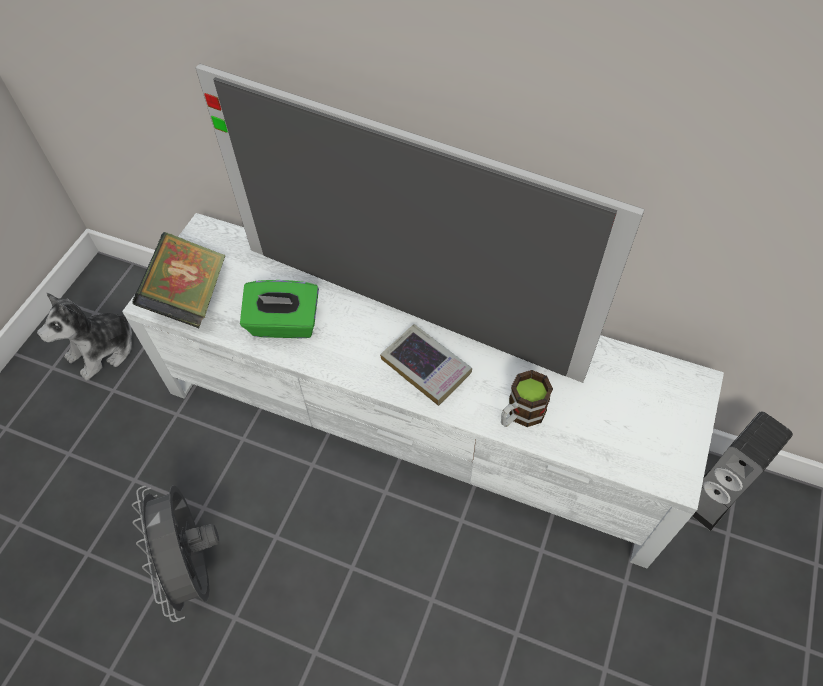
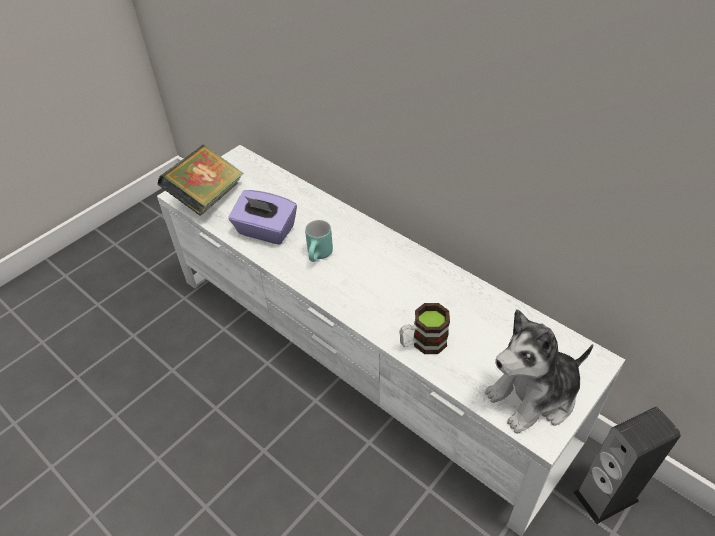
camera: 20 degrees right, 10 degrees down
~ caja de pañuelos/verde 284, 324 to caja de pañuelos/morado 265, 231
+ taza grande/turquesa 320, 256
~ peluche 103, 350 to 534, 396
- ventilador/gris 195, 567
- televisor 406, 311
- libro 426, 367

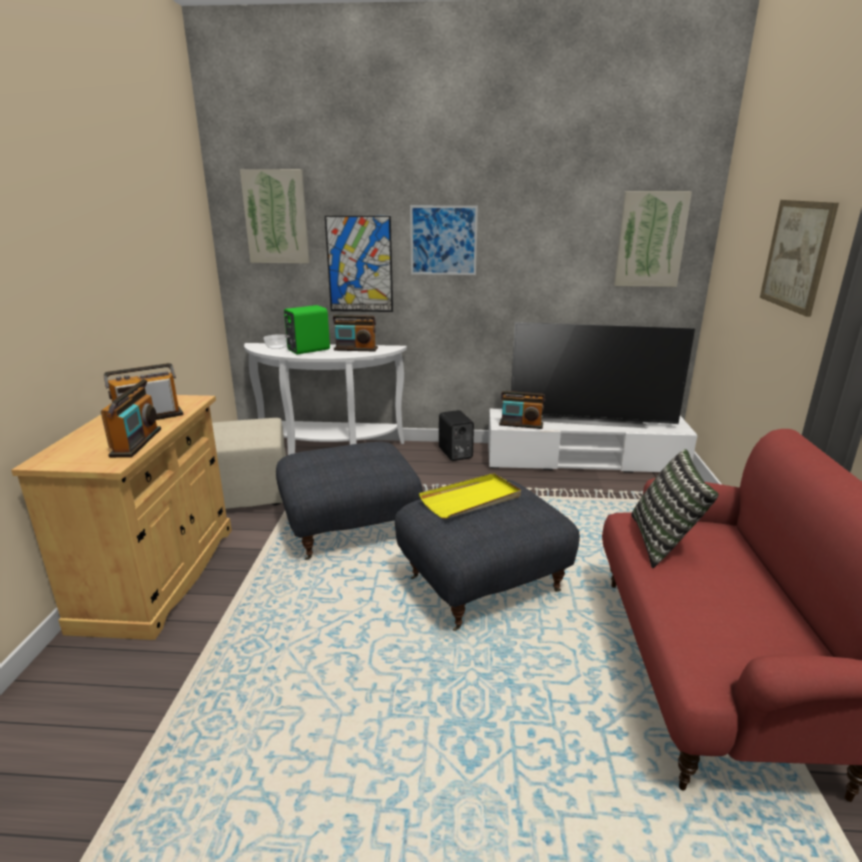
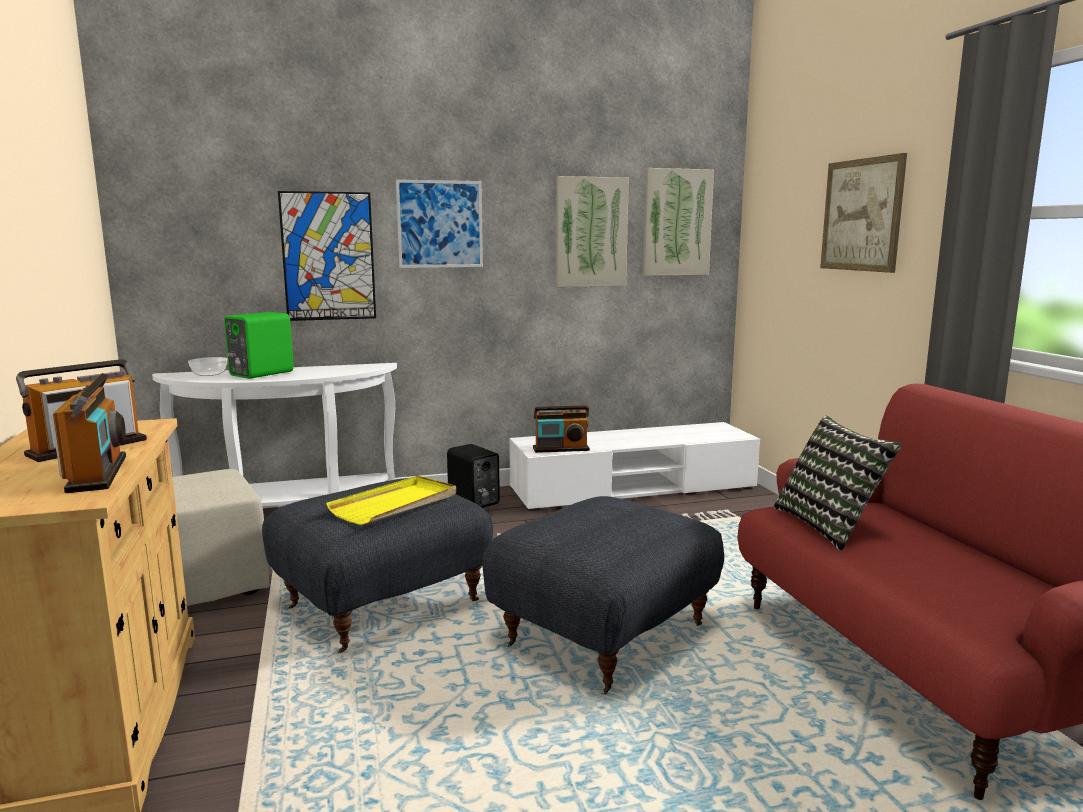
camera: 20 degrees left, 10 degrees down
~ bandeja/amarillo 471, 499 to 395, 504
~ cuadro 276, 217 to 590, 232
- radio 355, 349
- televisor 591, 419

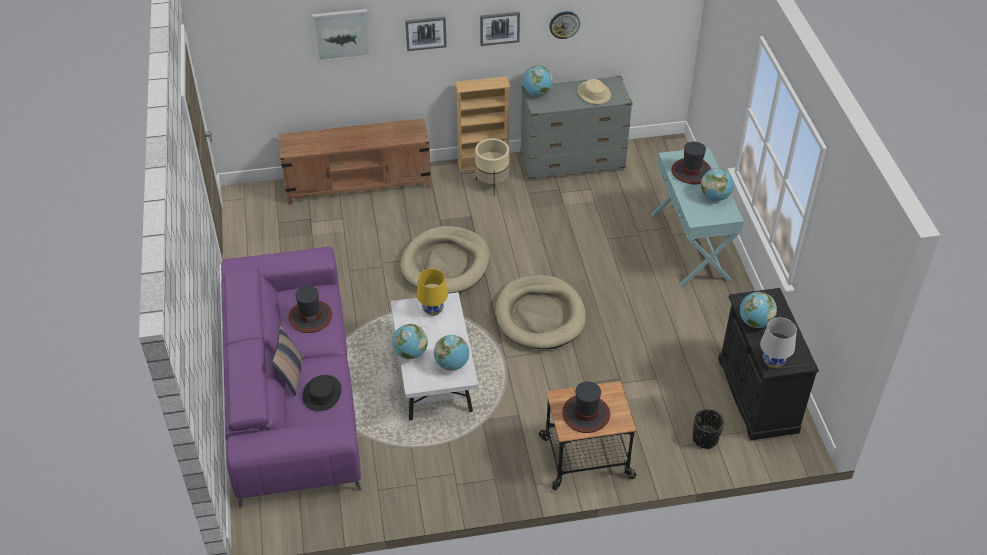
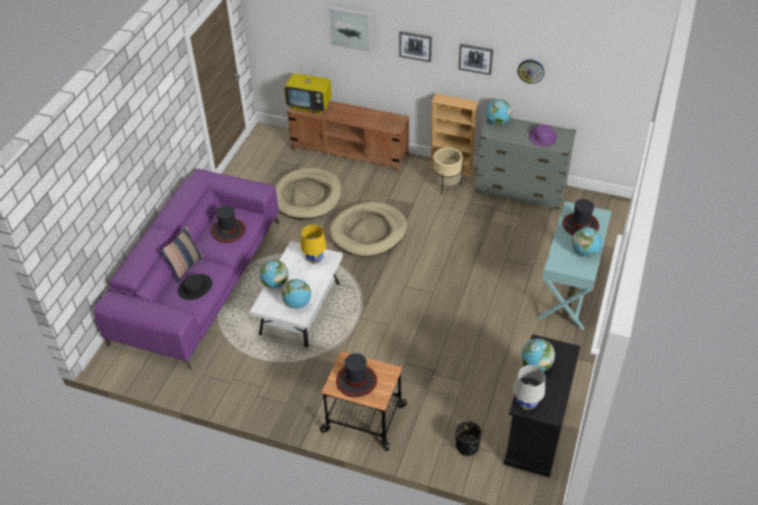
camera: 30 degrees right, 0 degrees up
~ cama para perro/beis 540, 315 to 307, 196
+ televisor 310, 106
~ sombrero/beis 594, 93 to sombrero/morado 542, 137

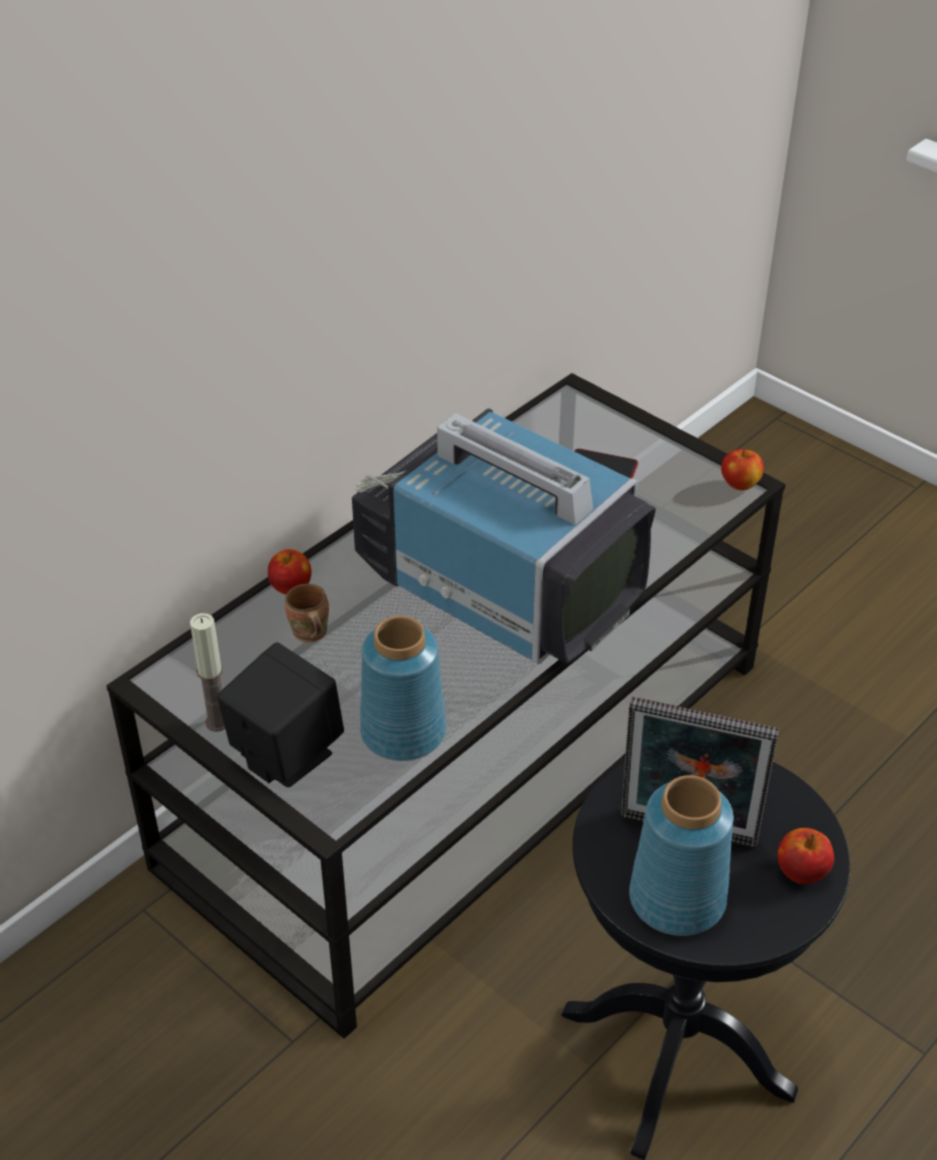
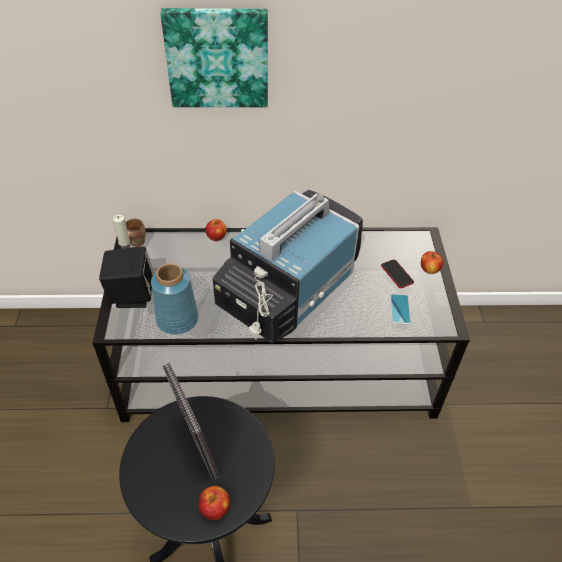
camera: 45 degrees right, 5 degrees up
~ taza grande/marrón 308, 634 to 135, 242
+ cuadro 217, 57
~ televisor 497, 585 = 287, 290 135 degrees counterclockwise
+ móvil 400, 309
~ manzana 740, 484 to 429, 270
- florero/azul 679, 898

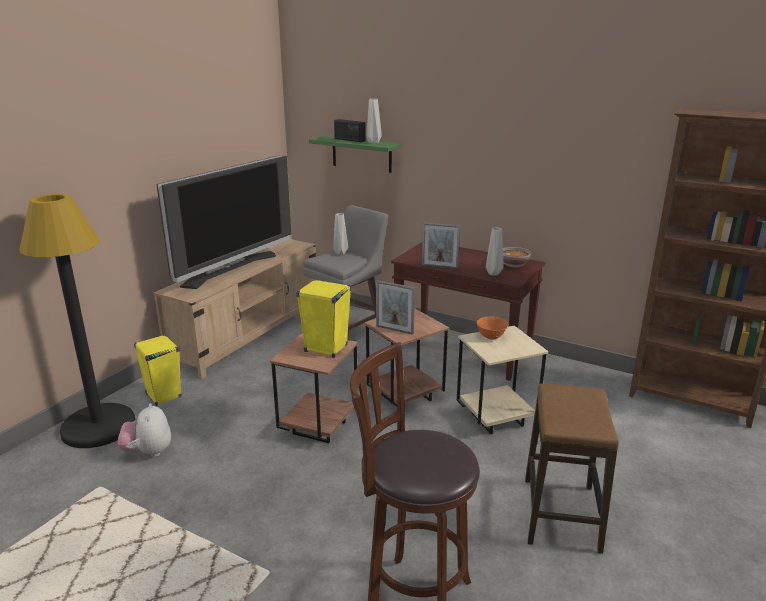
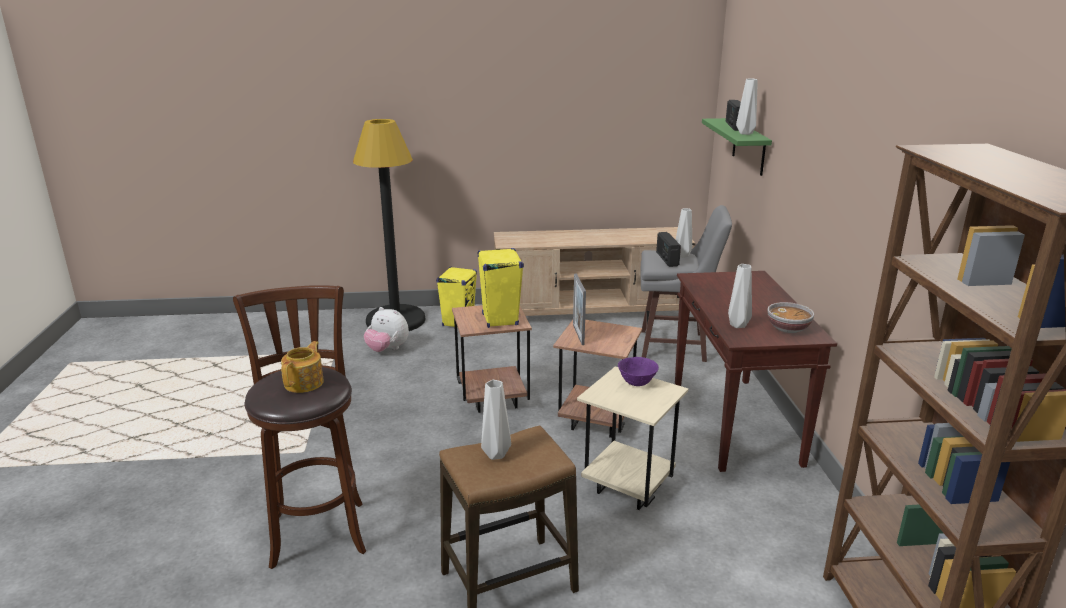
camera: 55 degrees right, 0 degrees up
+ tetera 305, 383
~ peluche 148, 452 = 387, 349 105 degrees counterclockwise
+ florero/gris 494, 455
~ cuenco/naranja 491, 337 to cuenco/morado 637, 383
+ radio 667, 259
- televisor 231, 269
- portarretratos 439, 266

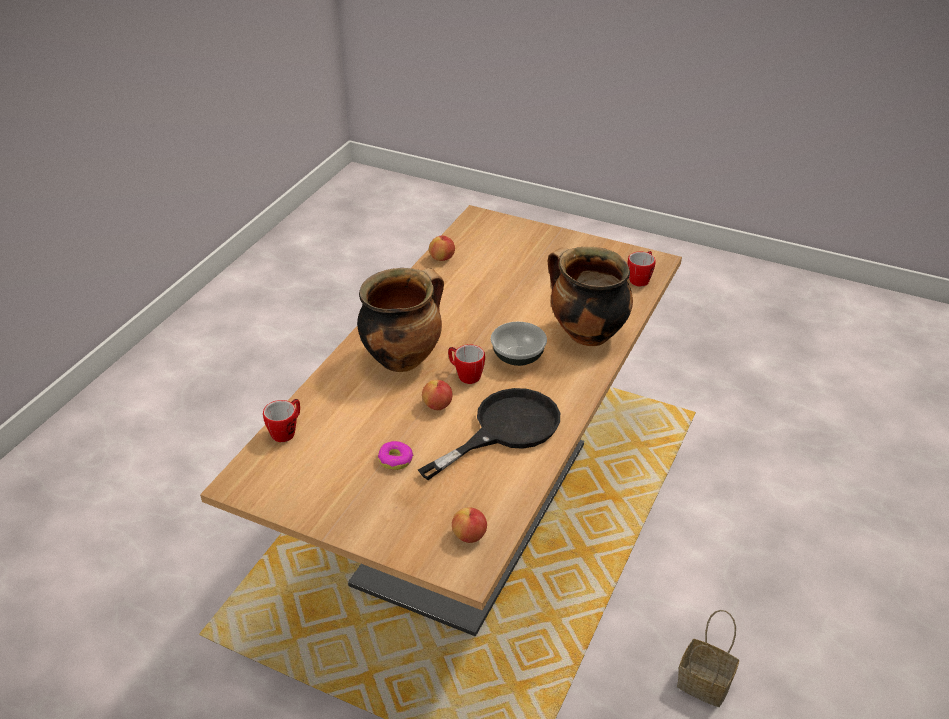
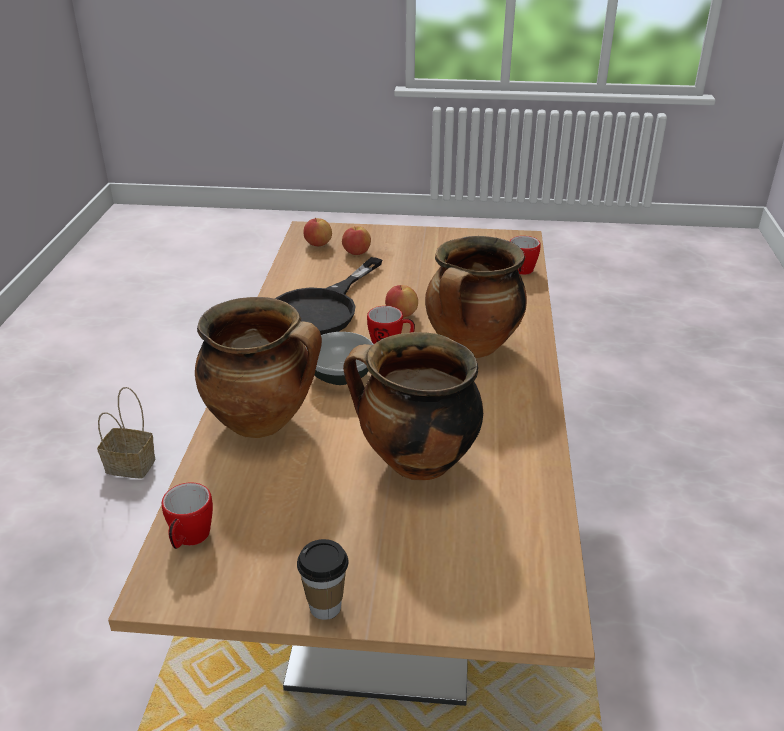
camera: 160 degrees right, 5 degrees down
+ taza 325, 607
~ manzana 442, 258 to 356, 253
+ olla 415, 463
- rosquilla 395, 460

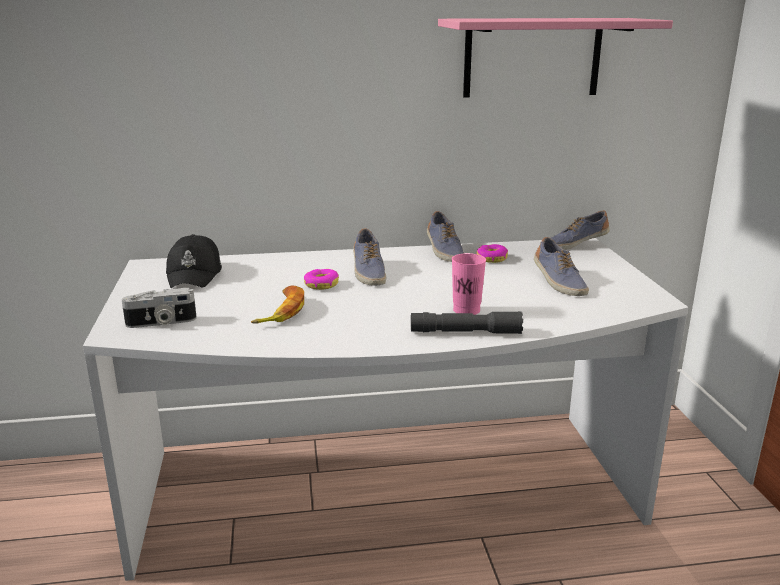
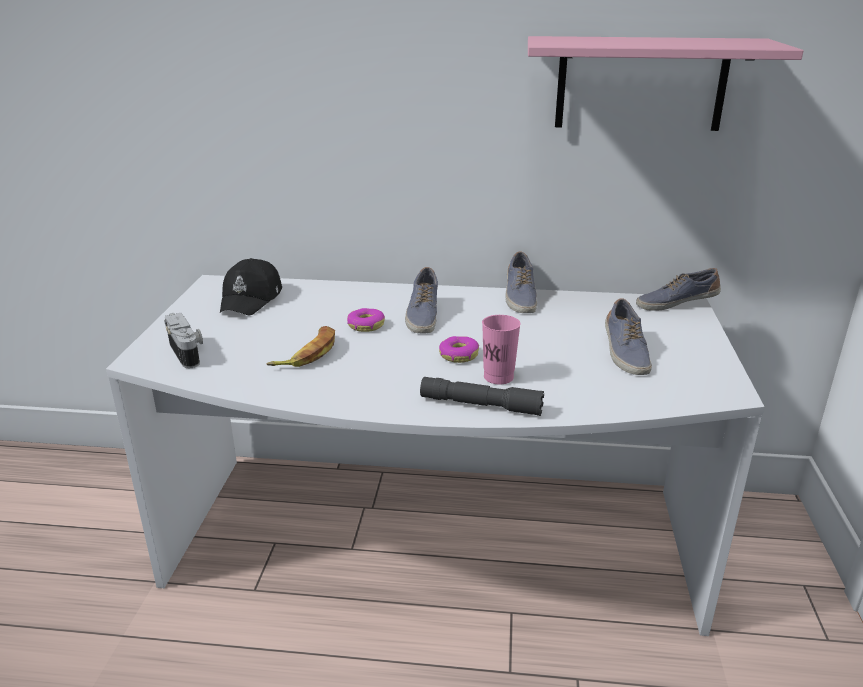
camera: 15 degrees right, 5 degrees up
~ cámara 161, 323 = 188, 352 120 degrees counterclockwise
~ rosquilla 491, 258 to 458, 355

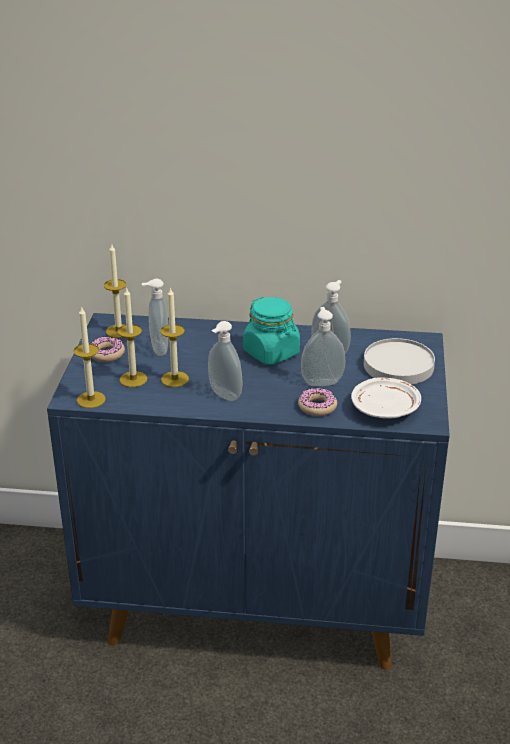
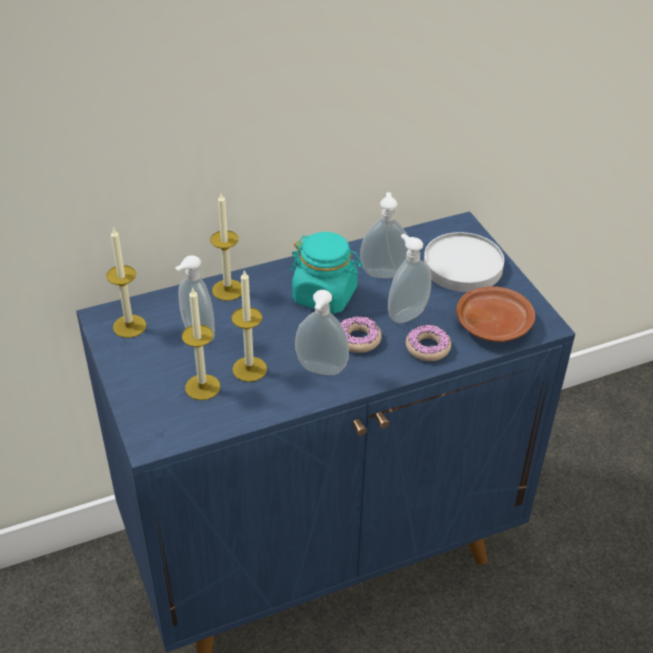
camera: 30 degrees left, 10 degrees up
~ vela 91, 400 to 228, 290
~ rosquilla 107, 354 to 358, 339
~ plato/blanco 385, 408 to plato/marrón 493, 324

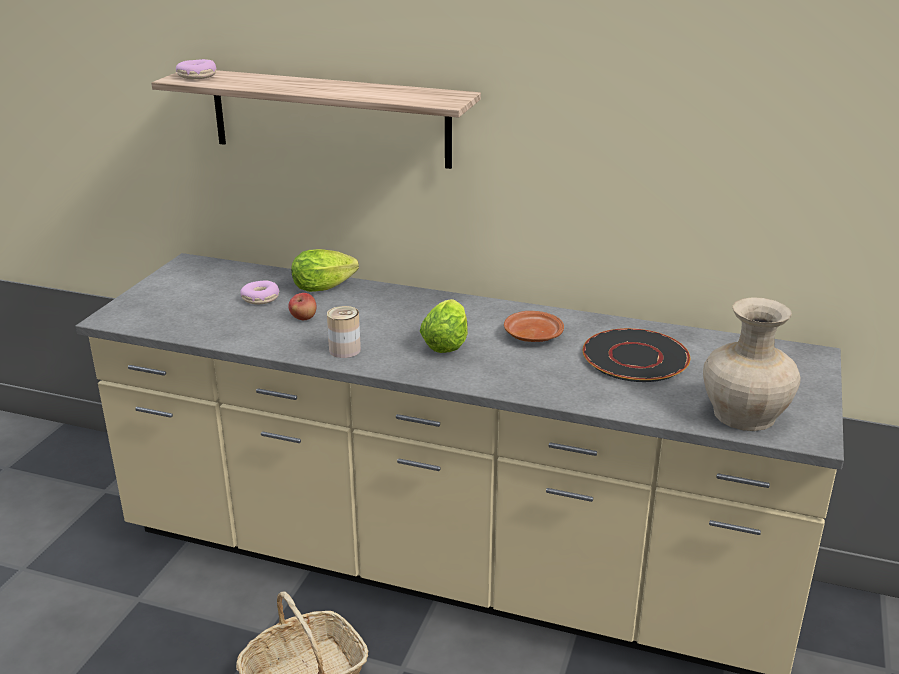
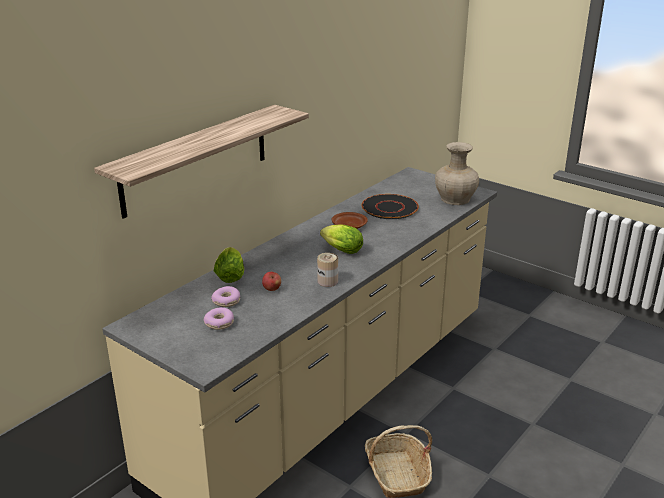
camera: 70 degrees left, 0 degrees up
~ rosquilla 197, 76 to 219, 323

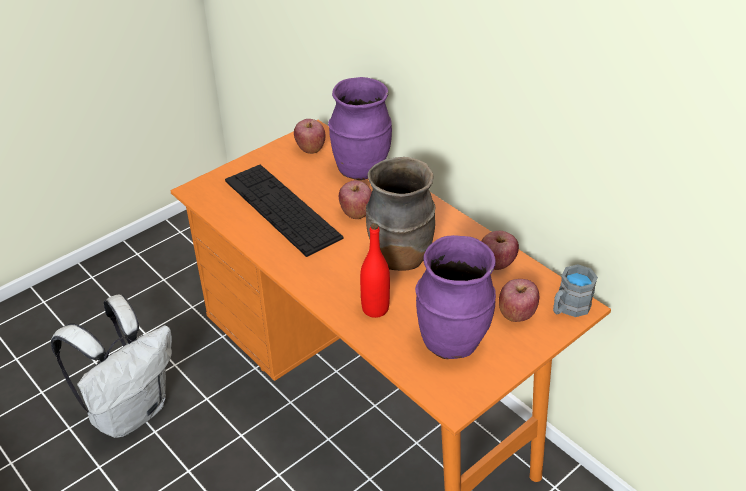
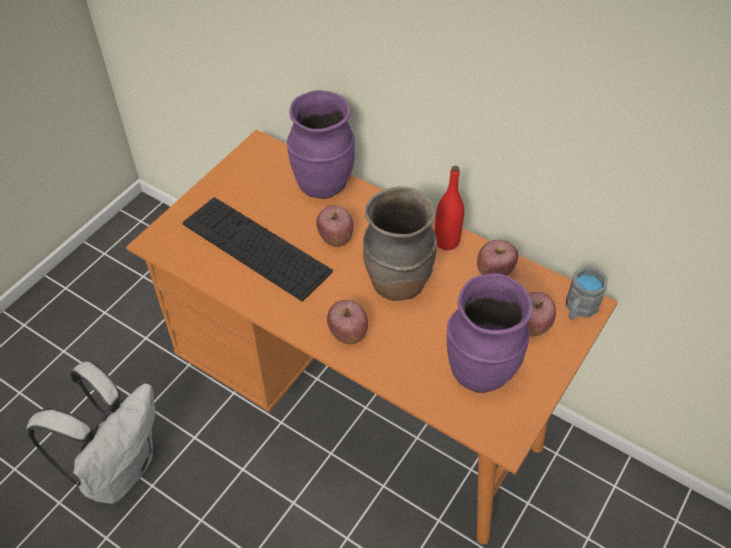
camera: 15 degrees left, 10 degrees up
~ manzana 310, 148 to 348, 333
~ botella/rojo 375, 309 to 446, 241

